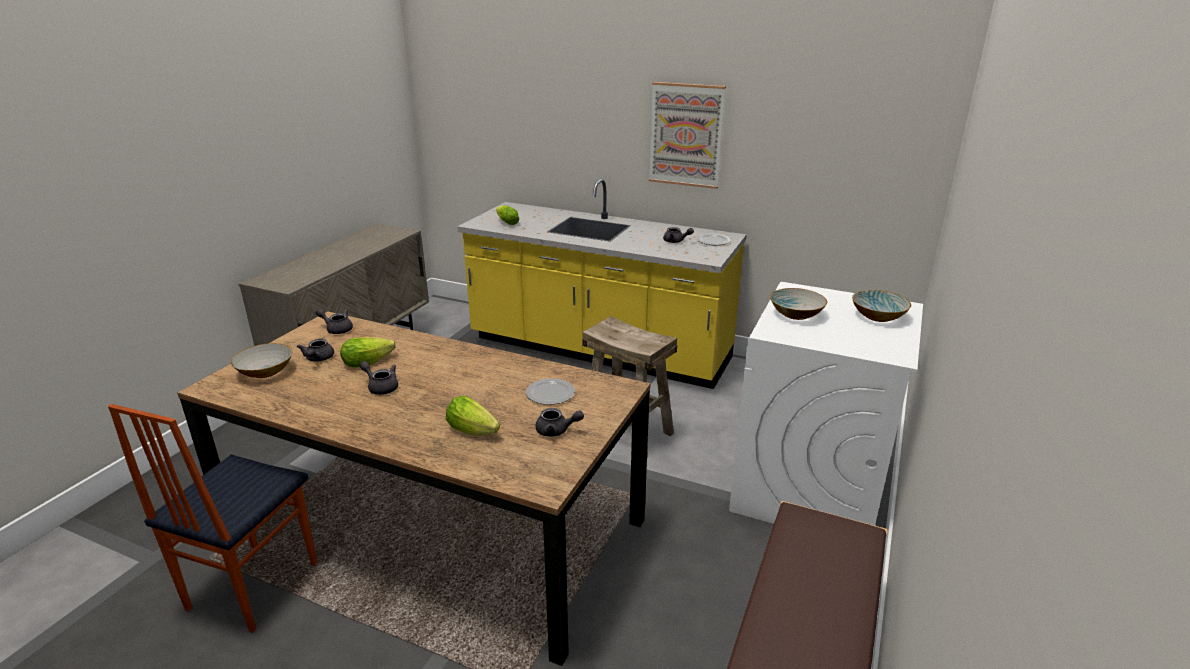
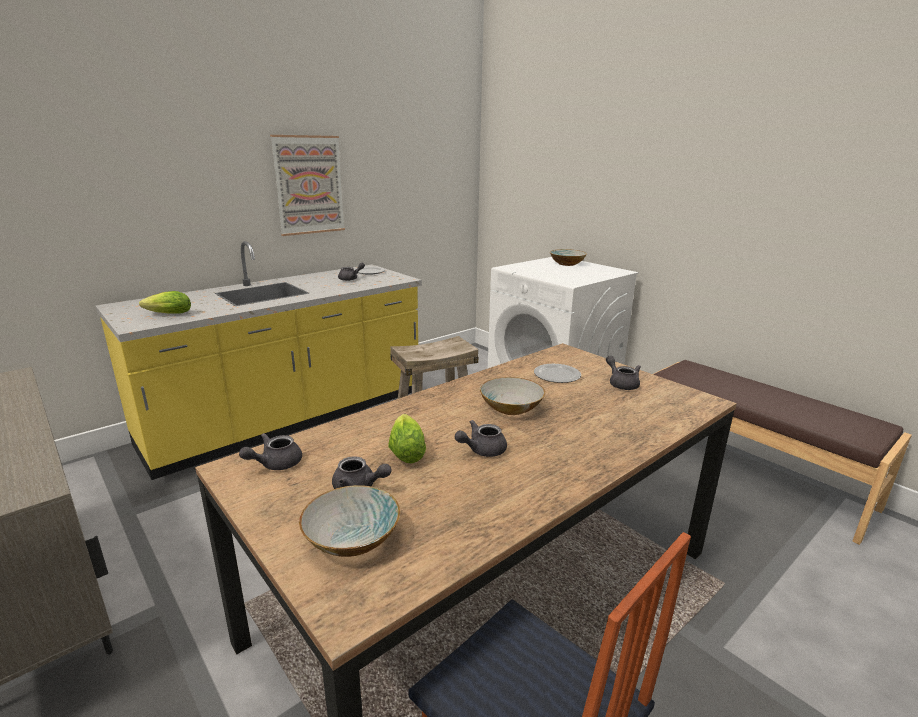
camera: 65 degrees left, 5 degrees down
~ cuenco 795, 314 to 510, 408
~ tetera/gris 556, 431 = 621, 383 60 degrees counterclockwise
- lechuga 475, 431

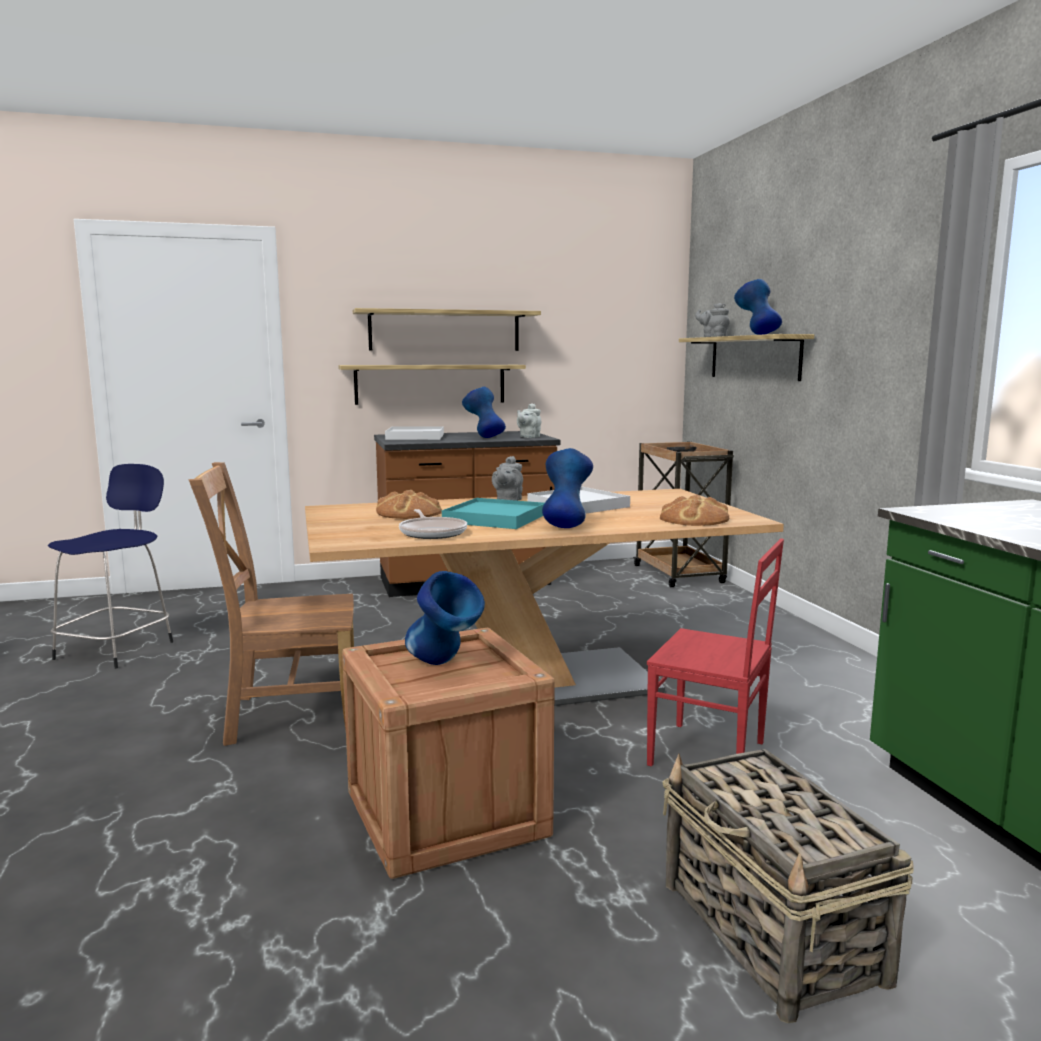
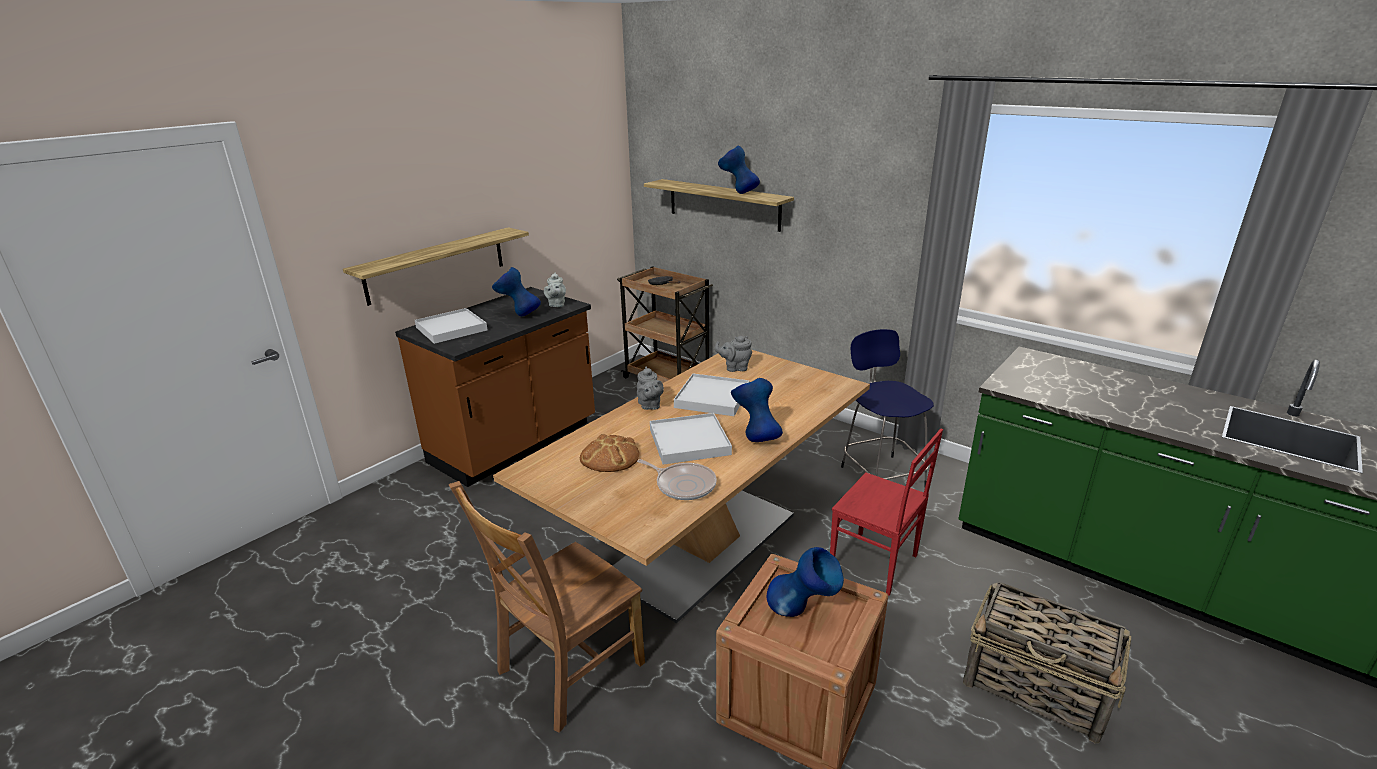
camera: 35 degrees left, 15 degrees up
~ bandeja/turquesa 495, 518 to bandeja/blanco 689, 442
~ tetera/gris 713, 337 to 735, 368
~ silla/rojo 708, 755 = 874, 563 45 degrees clockwise
~ taburete/azul 118, 649 to 881, 475
- estante 445, 331
- pan 694, 519

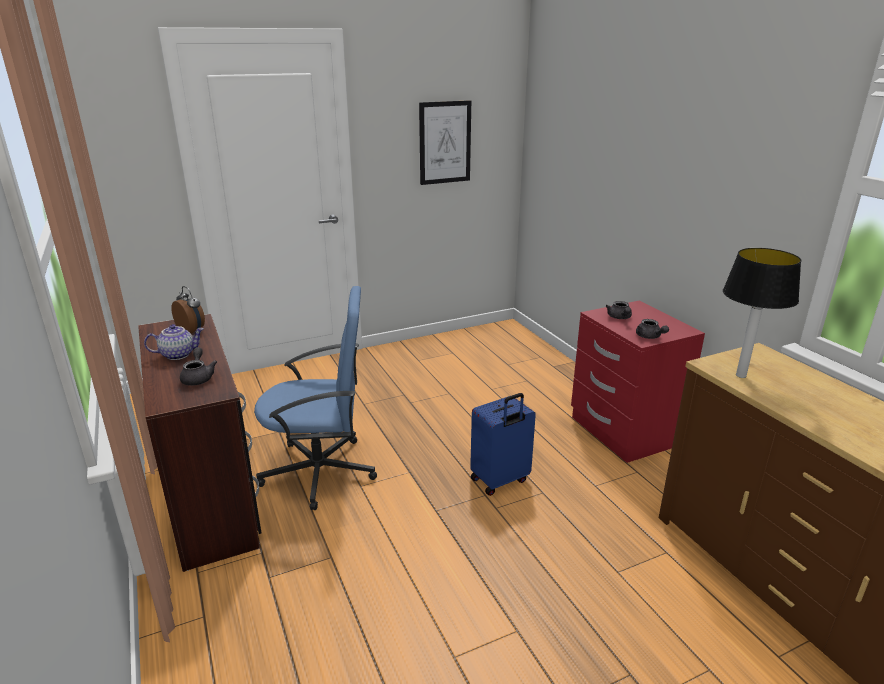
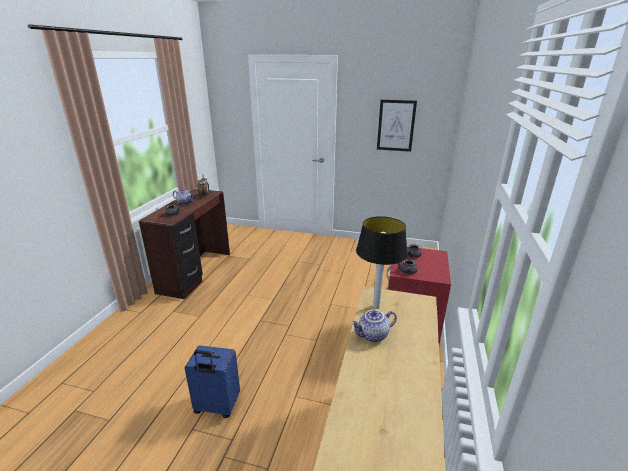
camera: 40 degrees right, 0 degrees up
~ maleta/azul 500, 480 to 216, 406
+ tetera 373, 336
- silla de oficina/azul 321, 471

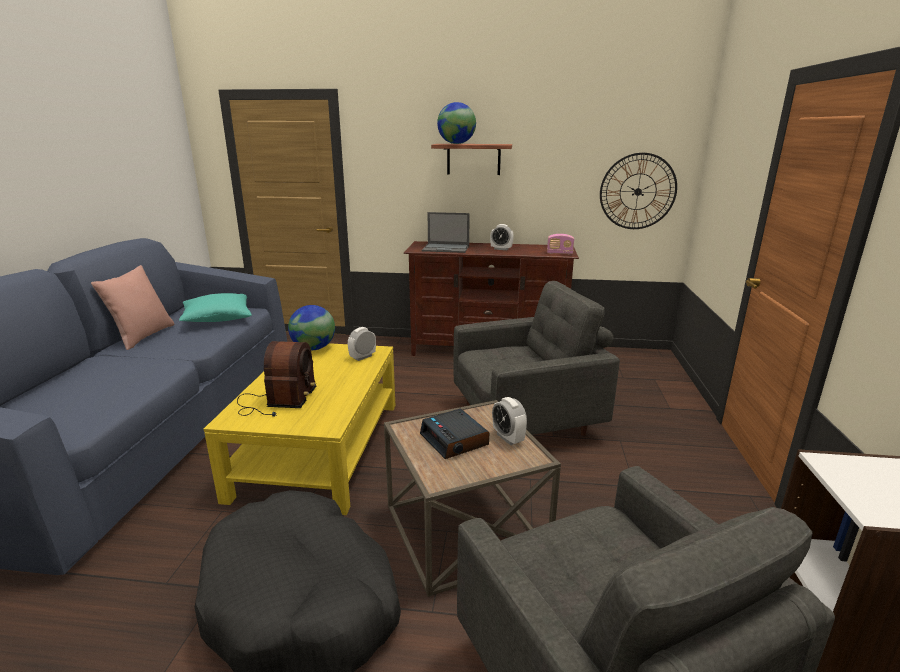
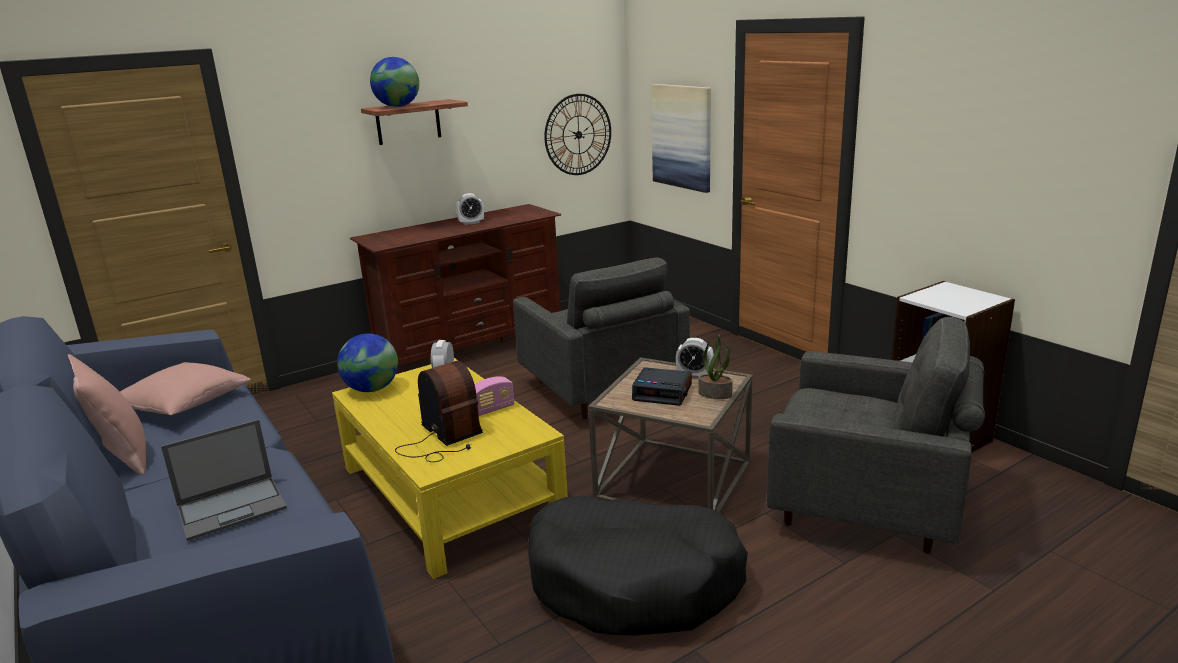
camera: 40 degrees left, 0 degrees up
~ cojín/turquesa 217, 318 to cojín/rosa 183, 404
~ portátil 446, 248 to 233, 507
~ radio 559, 253 to 493, 409
~ sillón/gris 527, 420 = 601, 390 120 degrees clockwise
+ cuadro 682, 137
+ planta en maceta 715, 394

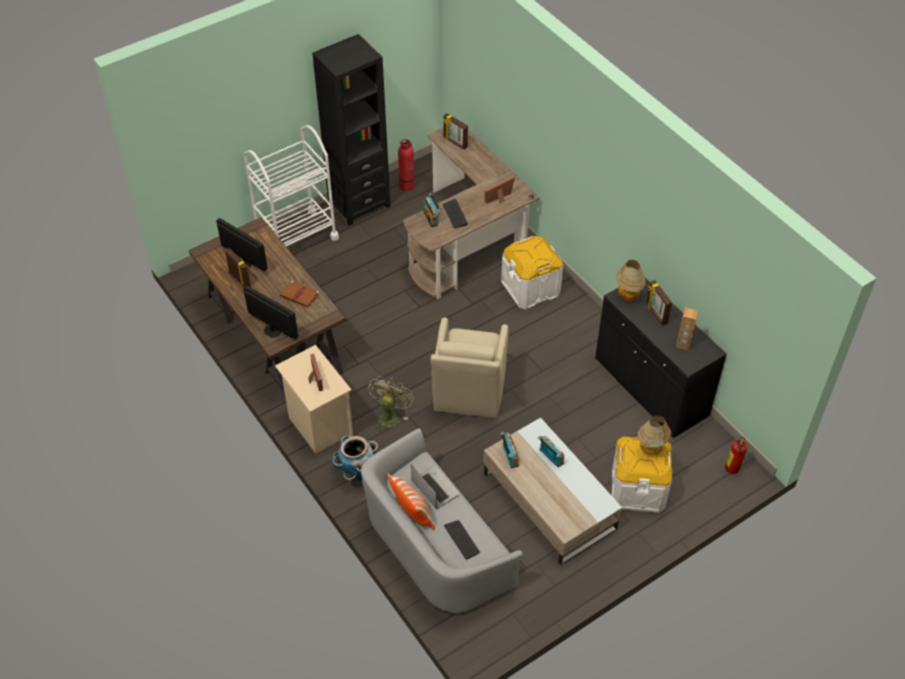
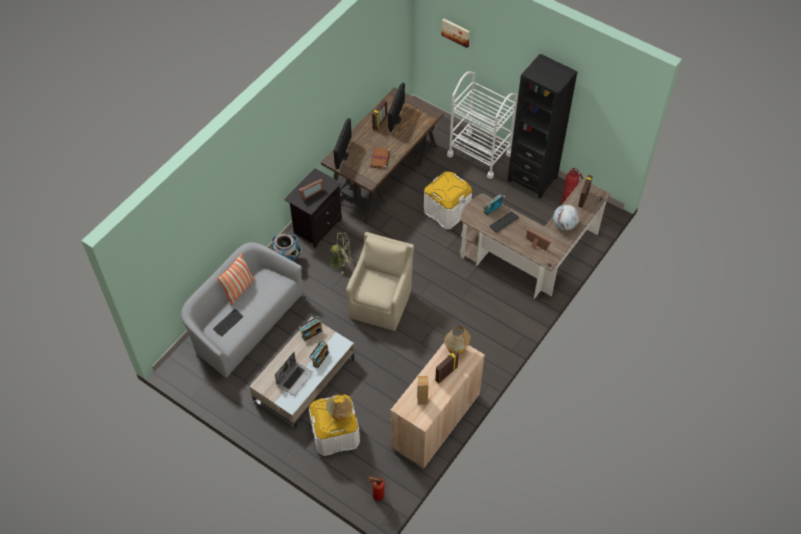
camera: 70 degrees right, 5 degrees up
~ portátil 434, 488 to 294, 378
~ mesita de noche/beis 319, 426 to mesita de noche/negro 316, 226
~ sillón/beis 468, 392 = 381, 302 120 degrees clockwise
~ armario/negro 650, 388 to armario/beis 435, 420
~ caja de almacenaje/blanco 530, 288 to 447, 211
+ cuadro 456, 32
+ globo terráqueo 564, 225

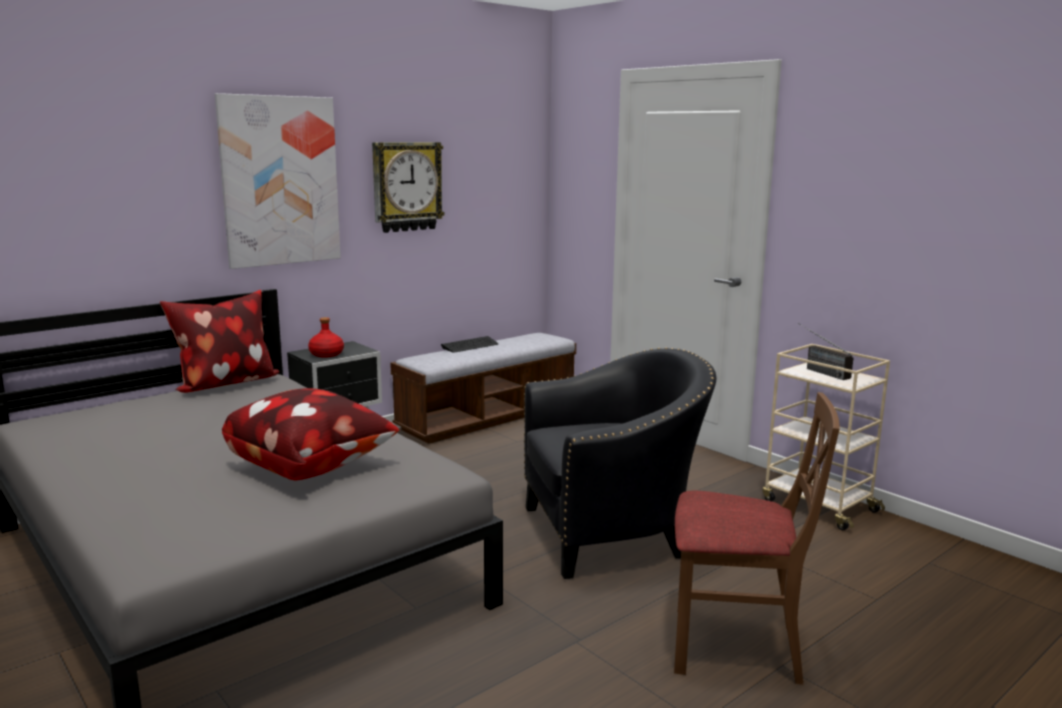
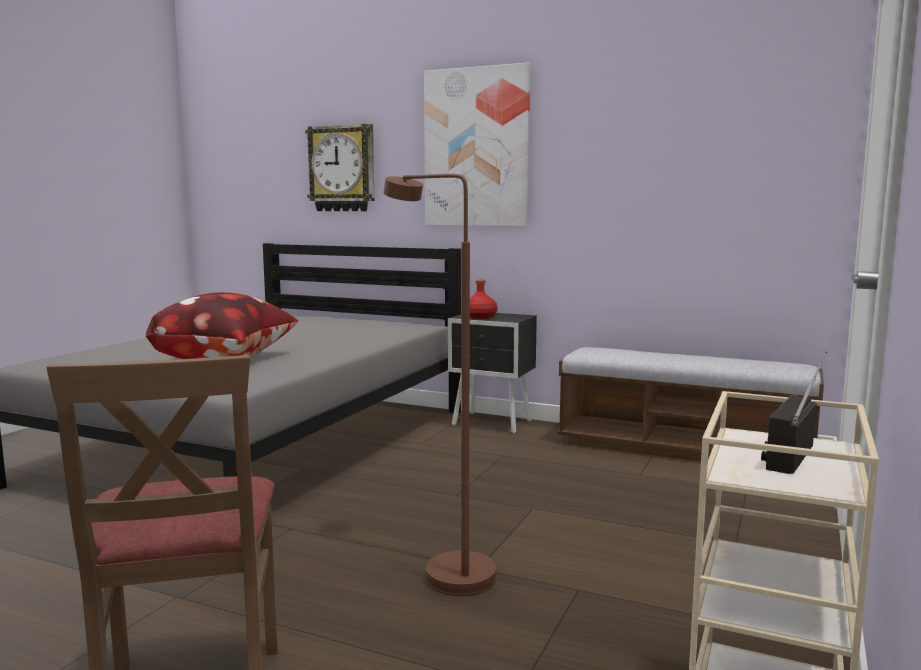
camera: 65 degrees right, 5 degrees down
~ reloj de pared 406, 186 to 342, 169
~ sillón/negro 612, 534 to lámpara de pie/marrón 445, 571
- cojín 225, 384
- teclado 470, 346

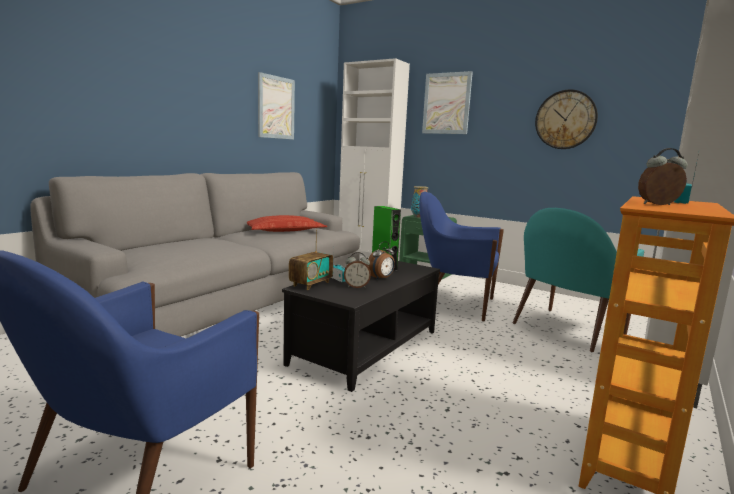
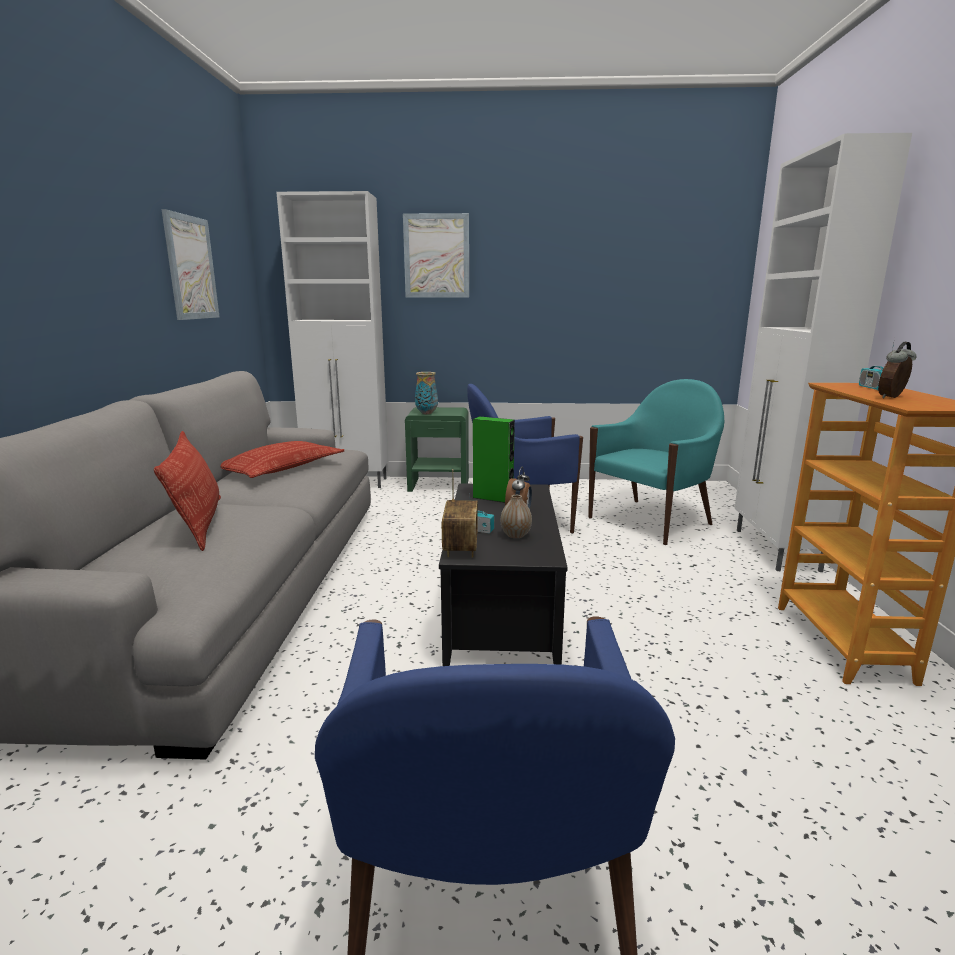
camera: 30 degrees left, 5 degrees up
+ cojín 199, 523
~ despertador 356, 287 to florero 515, 535
~ sillón/turquesa 566, 329 = 651, 520 150 degrees counterclockwise
- reloj de pared 565, 119

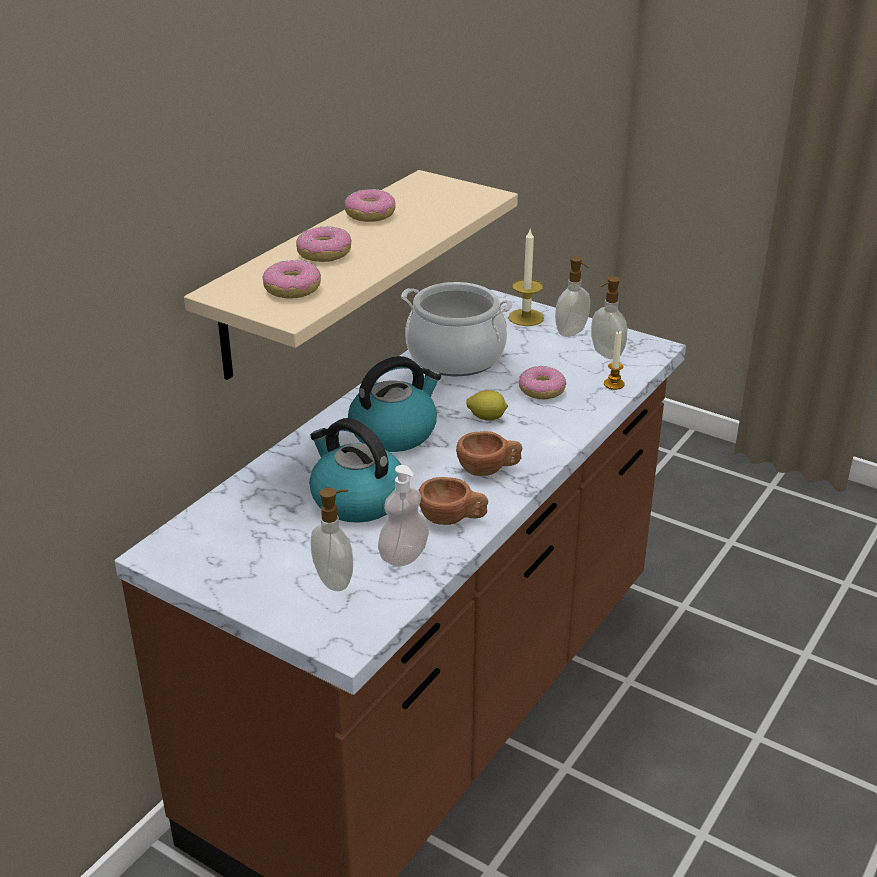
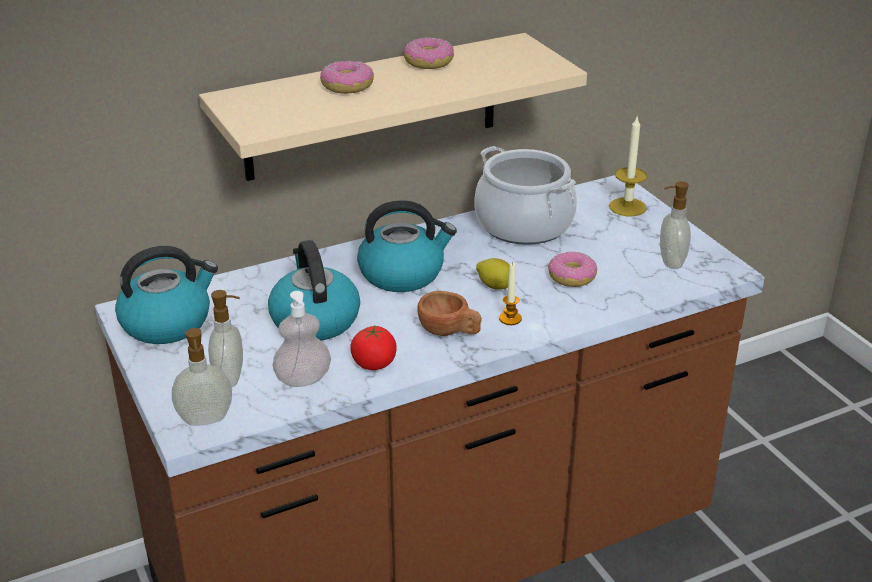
camera: 30 degrees right, 0 degrees up
+ hervidor 167, 322
~ dispensador de jabón 572, 332 to 205, 420
~ taza/marrón 452, 519 to tomate 374, 363
~ vela 614, 384 to 510, 319
- rosquilla 292, 289

